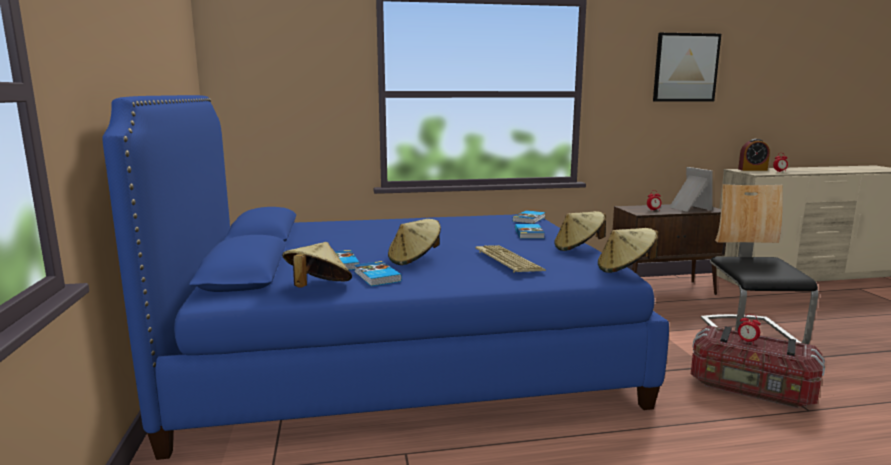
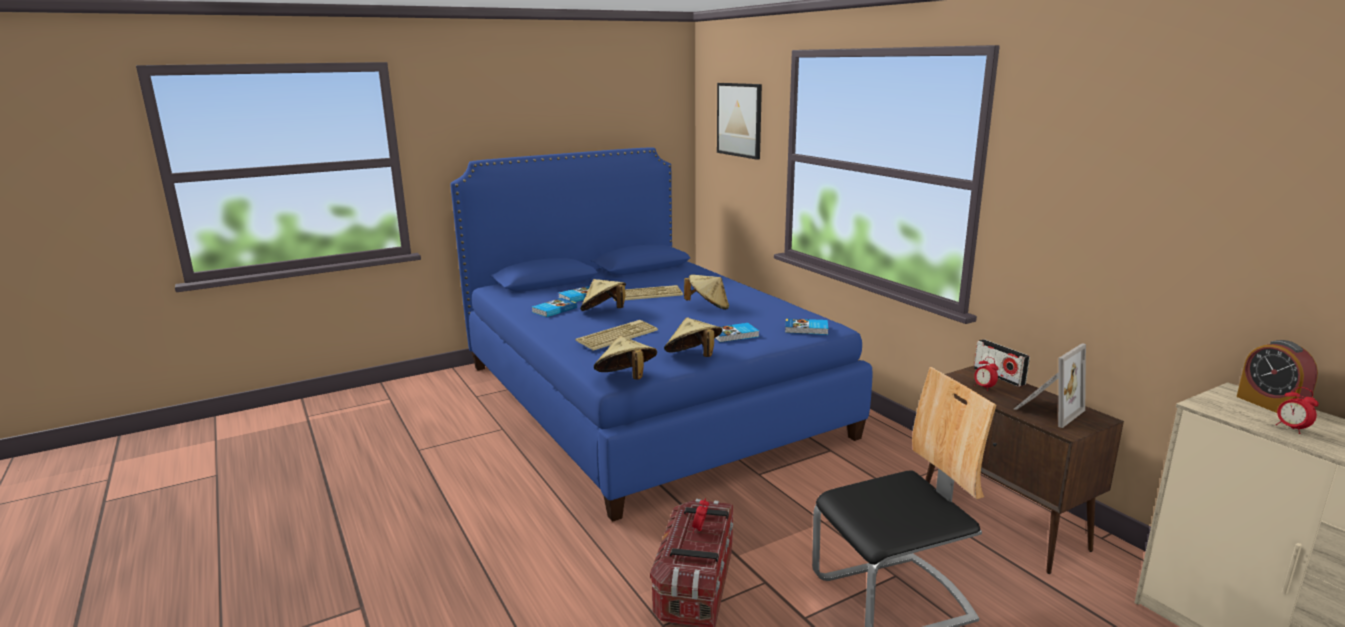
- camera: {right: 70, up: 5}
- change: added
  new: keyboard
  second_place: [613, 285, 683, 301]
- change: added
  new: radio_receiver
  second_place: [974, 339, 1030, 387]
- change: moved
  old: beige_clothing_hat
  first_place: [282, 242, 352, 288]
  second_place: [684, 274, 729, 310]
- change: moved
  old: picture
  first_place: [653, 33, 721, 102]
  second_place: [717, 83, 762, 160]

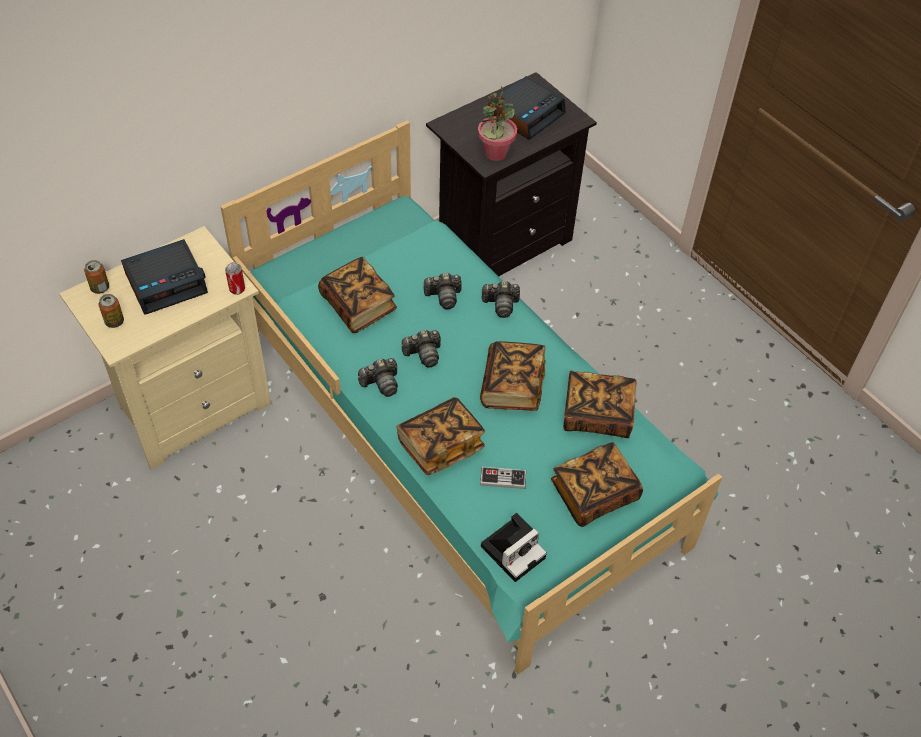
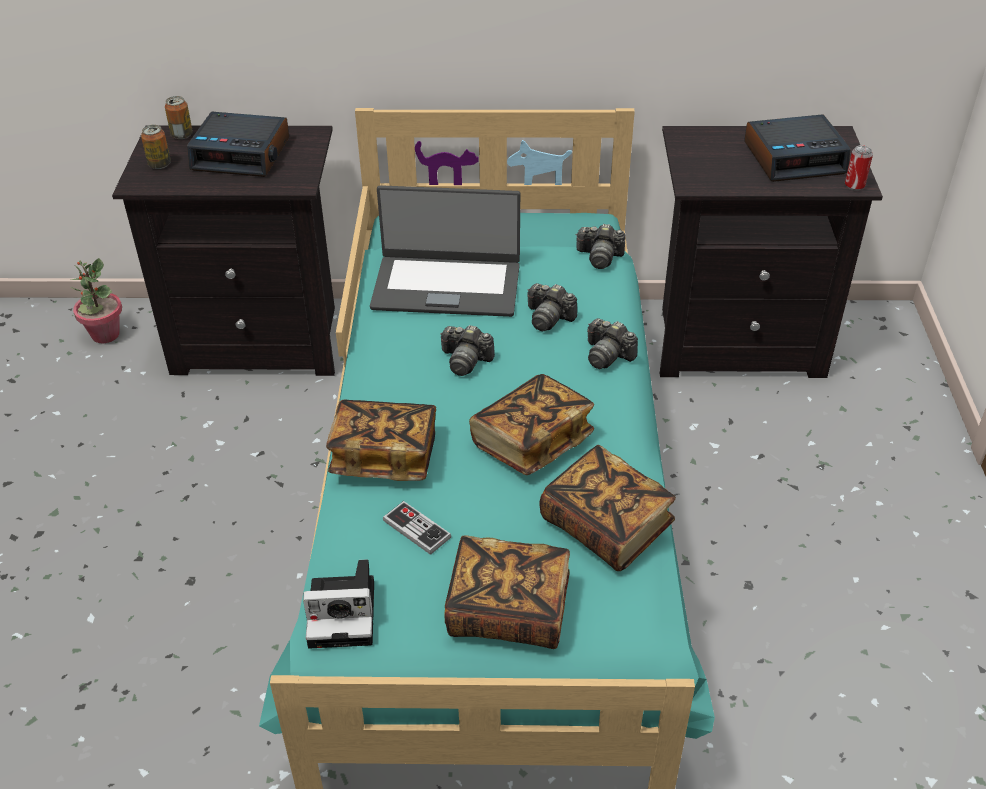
- camera: {right: 40, up: -10}
- change: moved
  old: metal_can
  first_place: [225, 262, 245, 295]
  second_place: [845, 145, 873, 191]
- change: moved
  old: still_camera
  first_place: [358, 358, 398, 397]
  second_place: [575, 224, 626, 269]
- change: moved
  old: potted_plant
  first_place: [478, 86, 517, 161]
  second_place: [71, 258, 122, 343]
- change: replaced
  old: book
  new: portable_computer
  first_place: [318, 257, 397, 333]
  second_place: [370, 185, 520, 317]
- change: recoloured
  old: beige_night_table
  new: blackish_night_table
  first_place: [59, 226, 271, 470]
  second_place: [112, 126, 335, 376]

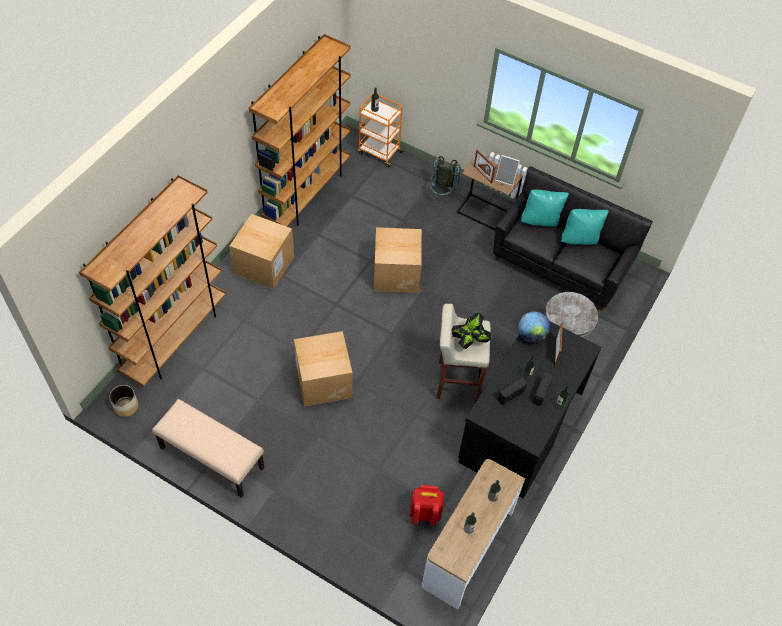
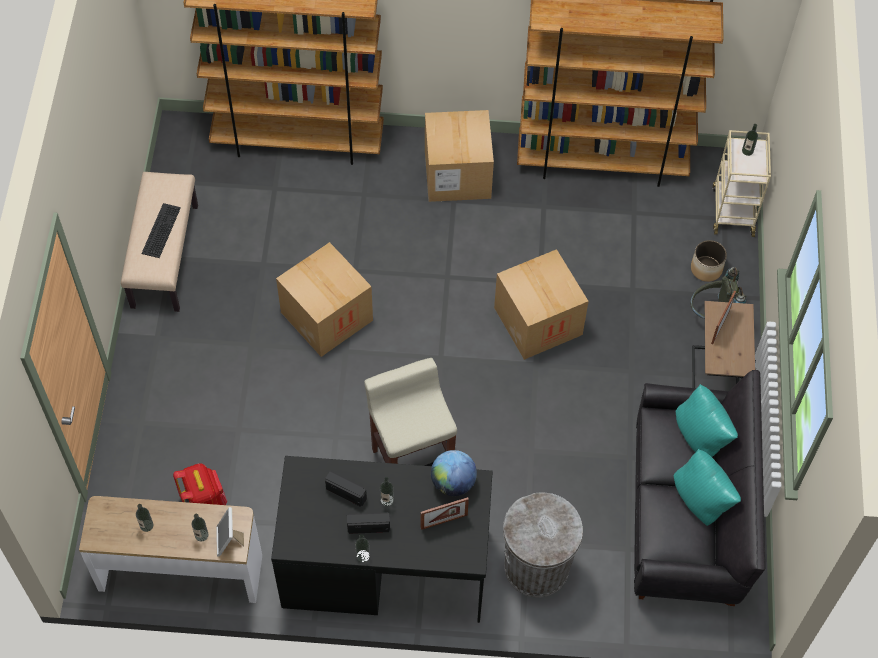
- camera: {right: 65, up: 5}
- change: removed
  old: potted_plant
  first_place: [452, 313, 491, 349]
- change: added
  new: keyboard
  second_place: [141, 203, 181, 258]
- change: moved
  old: planter
  first_place: [109, 385, 138, 417]
  second_place: [691, 240, 727, 282]
- change: moved
  old: standing_frame
  first_place: [495, 155, 520, 186]
  second_place: [216, 507, 244, 556]
- change: recoloured
  old: orange-coloured_cart
  new: beige_cart
  first_place: [358, 93, 404, 167]
  second_place: [713, 130, 771, 237]

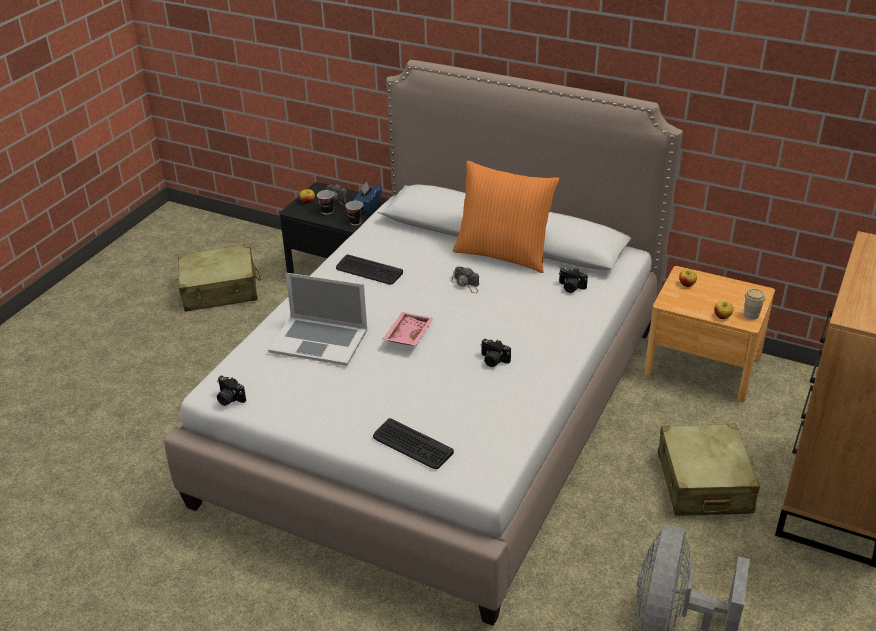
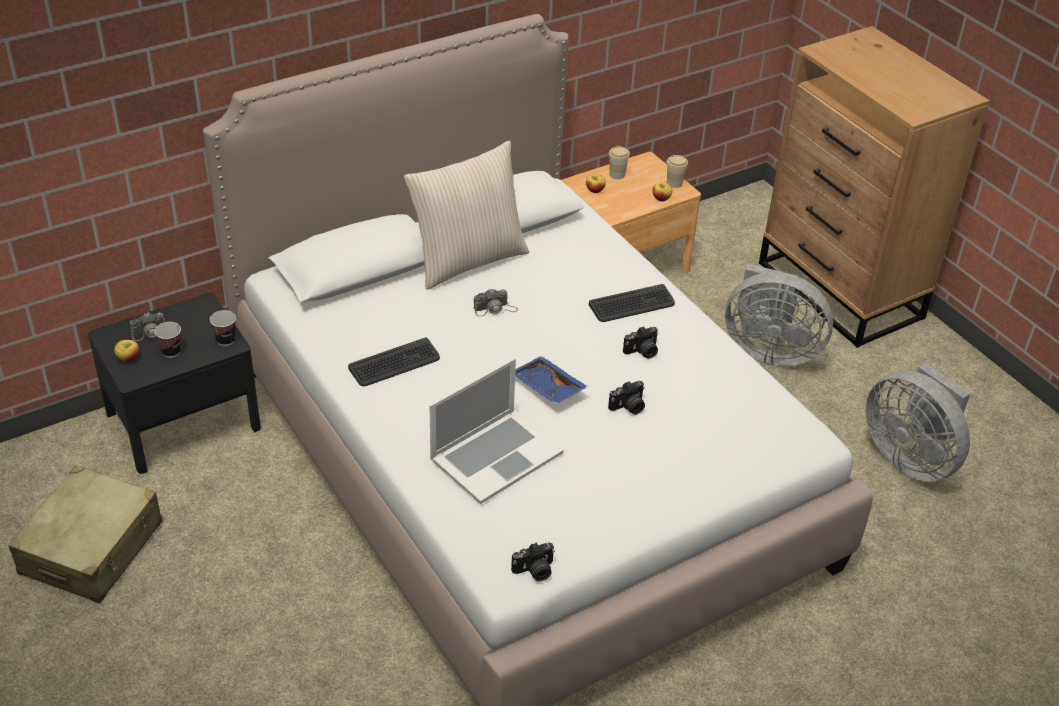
- camera: {right: -60, up: 5}
- change: removed
  old: blue_box_of_tissues
  first_place: [353, 182, 382, 213]
- change: added
  new: drinking_cup
  second_place: [609, 146, 630, 179]
- change: moved
  old: keyboard
  first_place: [373, 418, 454, 469]
  second_place: [589, 284, 675, 322]
- change: moved
  old: still_camera
  first_place: [559, 268, 588, 293]
  second_place: [608, 381, 645, 415]
- change: replaced
  old: beige_suitcase
  new: greyish_cooling_fan
  first_place: [658, 424, 760, 516]
  second_place: [725, 264, 833, 366]
- change: recoloured
  old: pink-coloured_serving_tray
  new: blue_serving_tray
  first_place: [383, 312, 434, 346]
  second_place: [515, 356, 588, 404]
- change: recoloured
  old: orange-coloured_cushion
  new: beige_cushion
  first_place: [453, 161, 559, 273]
  second_place: [404, 141, 529, 290]

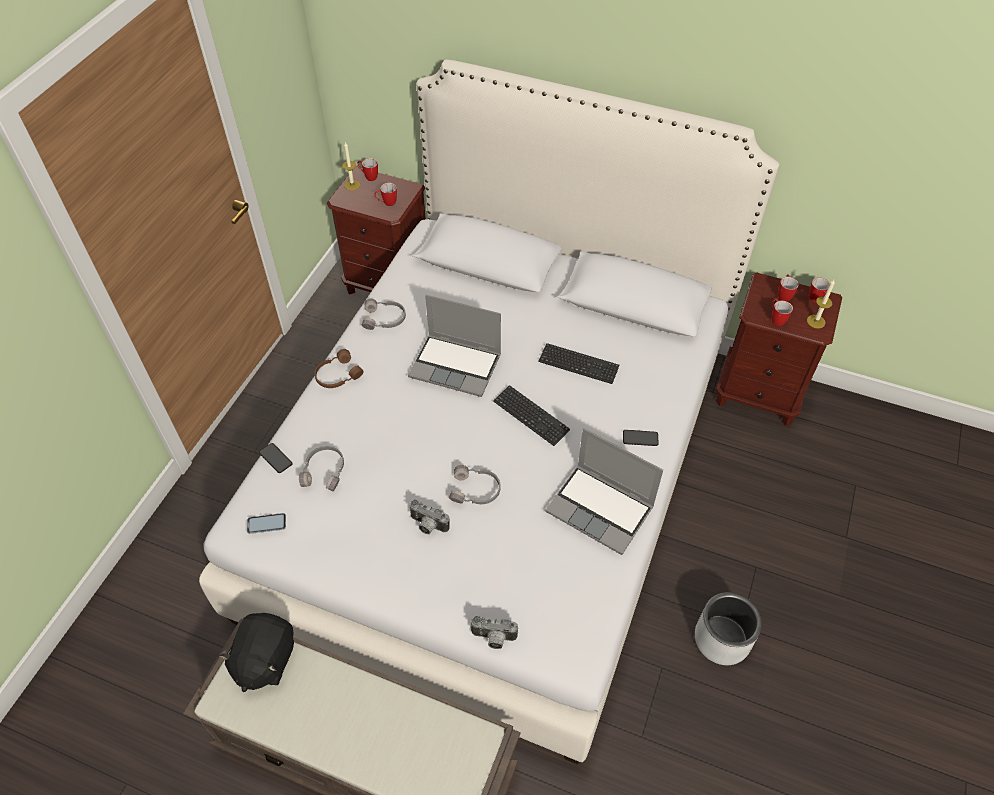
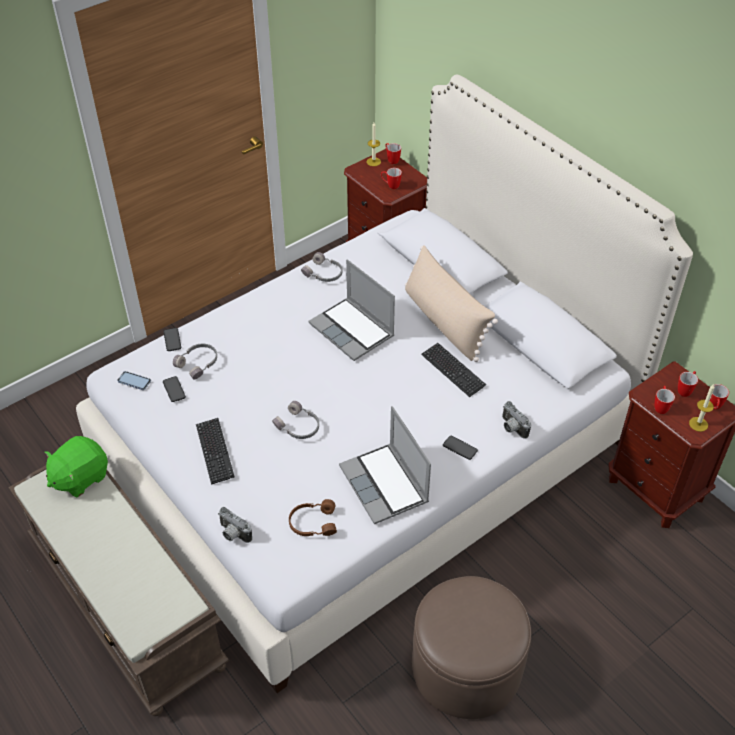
- camera: {right: 30, up: -5}
- change: added
  new: telephone
  second_place: [163, 376, 186, 402]
- change: added
  new: beige_cushion
  second_place: [405, 245, 498, 362]
- change: moved
  old: brownish_pair_of_headphones
  first_place: [314, 349, 364, 388]
  second_place: [289, 499, 337, 536]
- change: moved
  old: still_camera
  first_place: [409, 499, 449, 534]
  second_place: [502, 401, 531, 439]
- change: moved
  old: keyboard
  first_place: [493, 385, 570, 446]
  second_place: [196, 418, 235, 485]
- change: replaced
  old: greyish_planter
  new: brownish_footrest
  first_place: [695, 592, 762, 665]
  second_place: [412, 576, 531, 719]
- change: recoloured
  old: blackish_soft_toy
  new: green_soft_toy
  first_place: [219, 613, 294, 692]
  second_place: [44, 436, 108, 497]

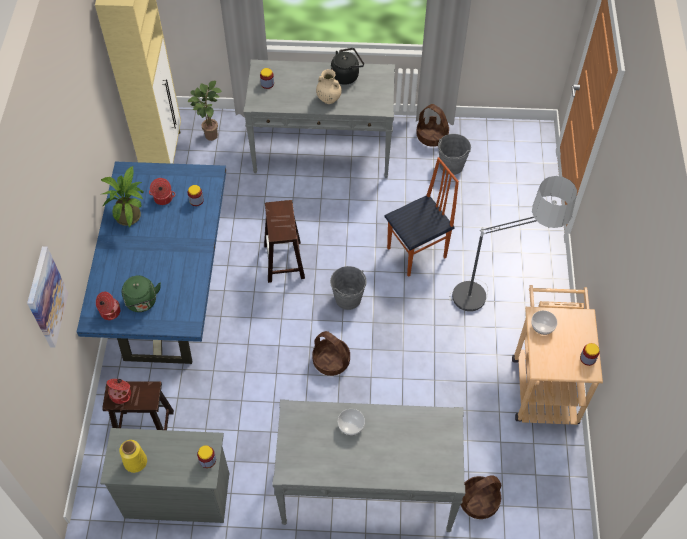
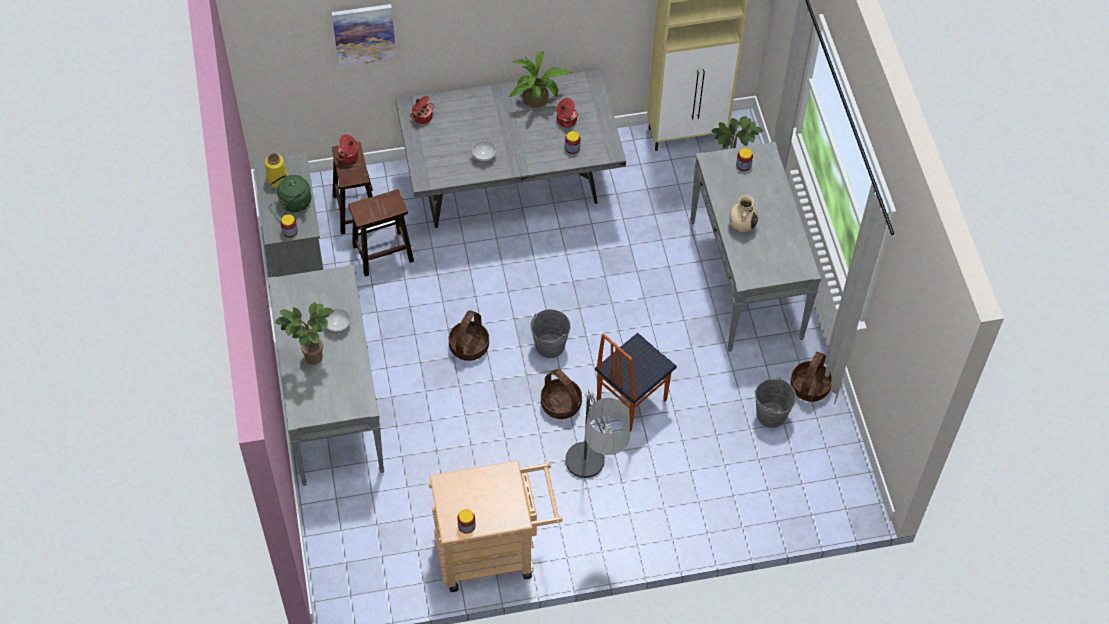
- camera: {right: 75, up: 0}
- change: removed
  old: blackish_water_kettle
  first_place: [331, 48, 364, 85]
- change: added
  new: potted_plant
  second_place: [275, 302, 334, 365]
- change: moved
  old: green_water_kettle
  first_place: [121, 275, 161, 312]
  second_place: [270, 174, 311, 212]
- change: moved
  old: brownish_stool
  first_place: [264, 200, 305, 283]
  second_place: [348, 189, 414, 276]
- change: moved
  old: household_basket
  first_place: [460, 475, 502, 519]
  second_place: [541, 369, 582, 419]
- change: moved
  old: deep_dish
  first_place: [531, 310, 557, 335]
  second_place: [472, 140, 496, 163]
- change: recoloured
  old: blue_kitchen_table
  new: greyish_kitchen_table
  first_place: [77, 162, 226, 364]
  second_place: [396, 69, 626, 228]
- change: turned
  old: plain_chair
  first_place: [384, 157, 459, 277]
  second_place: [595, 333, 677, 432]
  degrees: 90

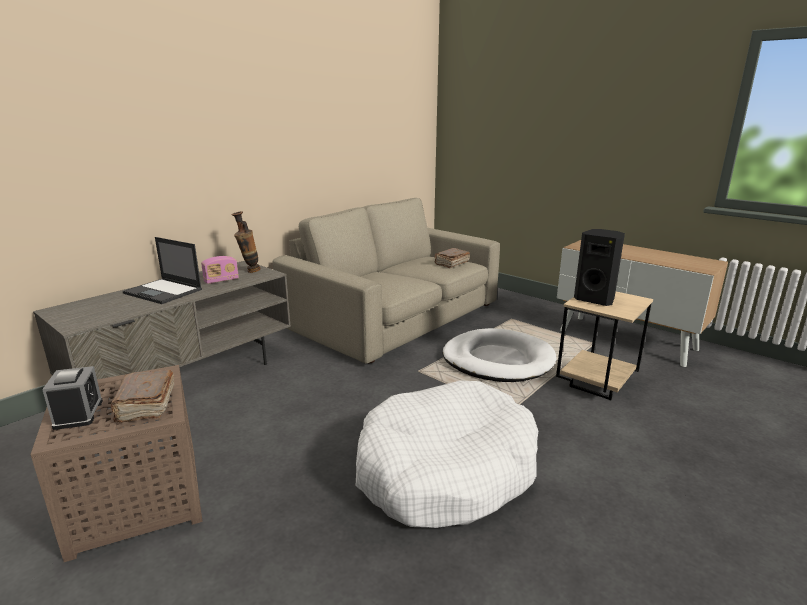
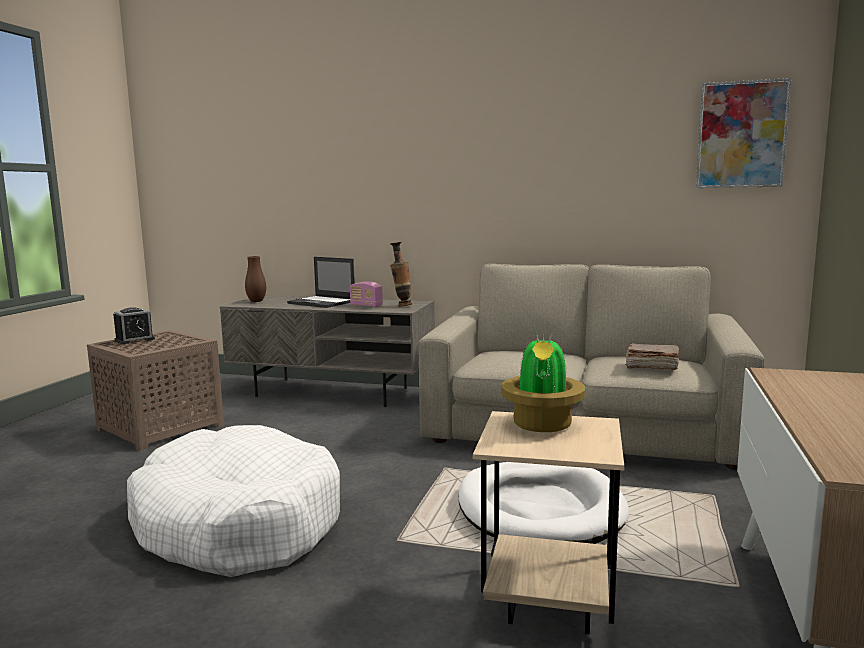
- camera: {right: 65, up: -10}
- change: removed
  old: brownish_book
  first_place: [111, 370, 174, 422]
- change: added
  new: brownish_vase
  second_place: [245, 256, 266, 302]
- change: added
  new: picture
  second_place: [696, 78, 791, 188]
- change: replaced
  old: blackish_speaker
  new: potted_plant
  first_place: [574, 229, 625, 306]
  second_place: [501, 332, 586, 432]
- change: turned
  old: portable_computer
  first_place: [123, 237, 202, 304]
  second_place: [287, 257, 355, 308]
  degrees: -60

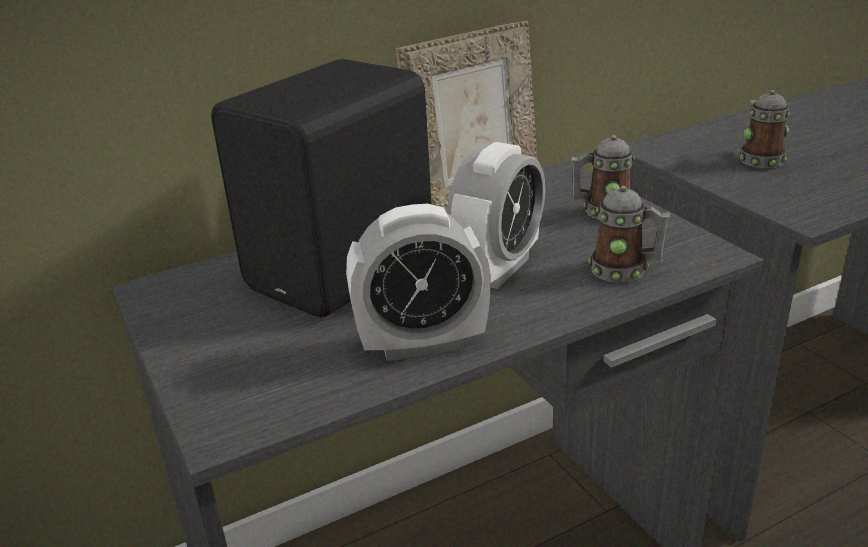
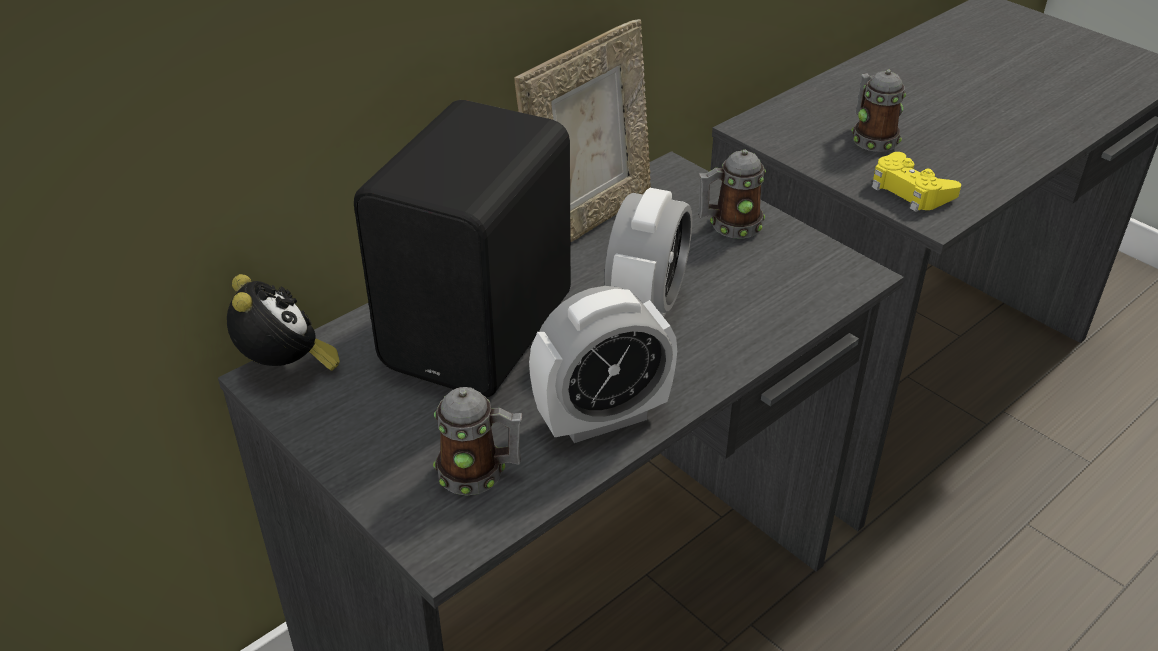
- camera: {right: -15, up: 10}
- change: added
  new: bedside_clock
  second_place: [227, 274, 340, 371]
- change: added
  new: yellowish_joypad
  second_place: [871, 152, 961, 212]
- change: moved
  old: mug
  first_place: [588, 186, 670, 282]
  second_place: [433, 387, 522, 496]

